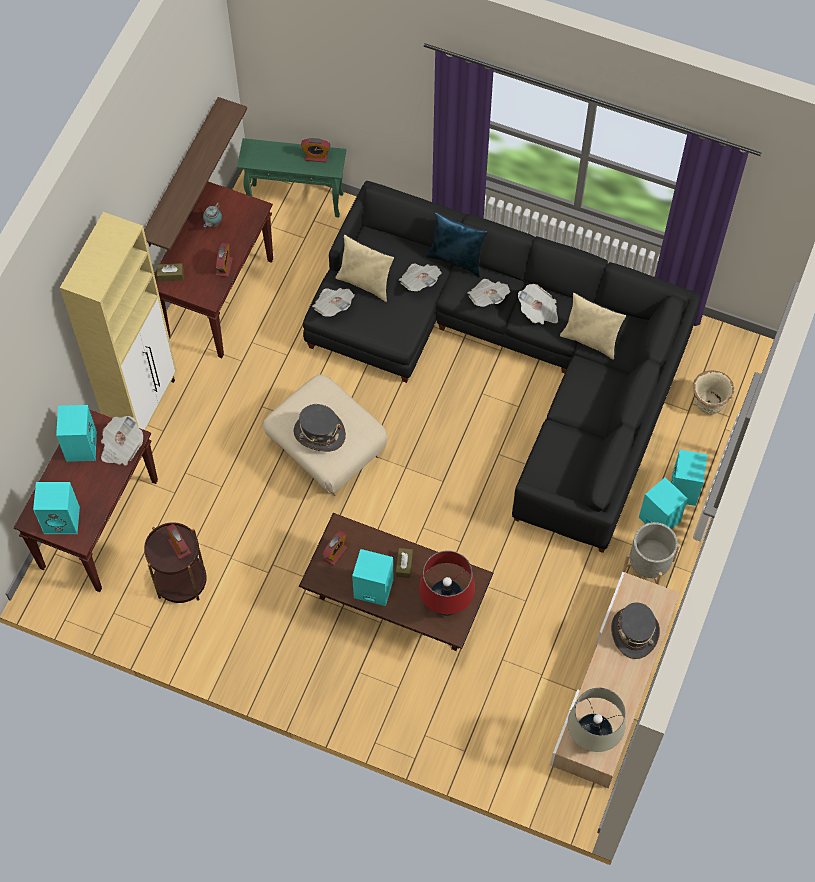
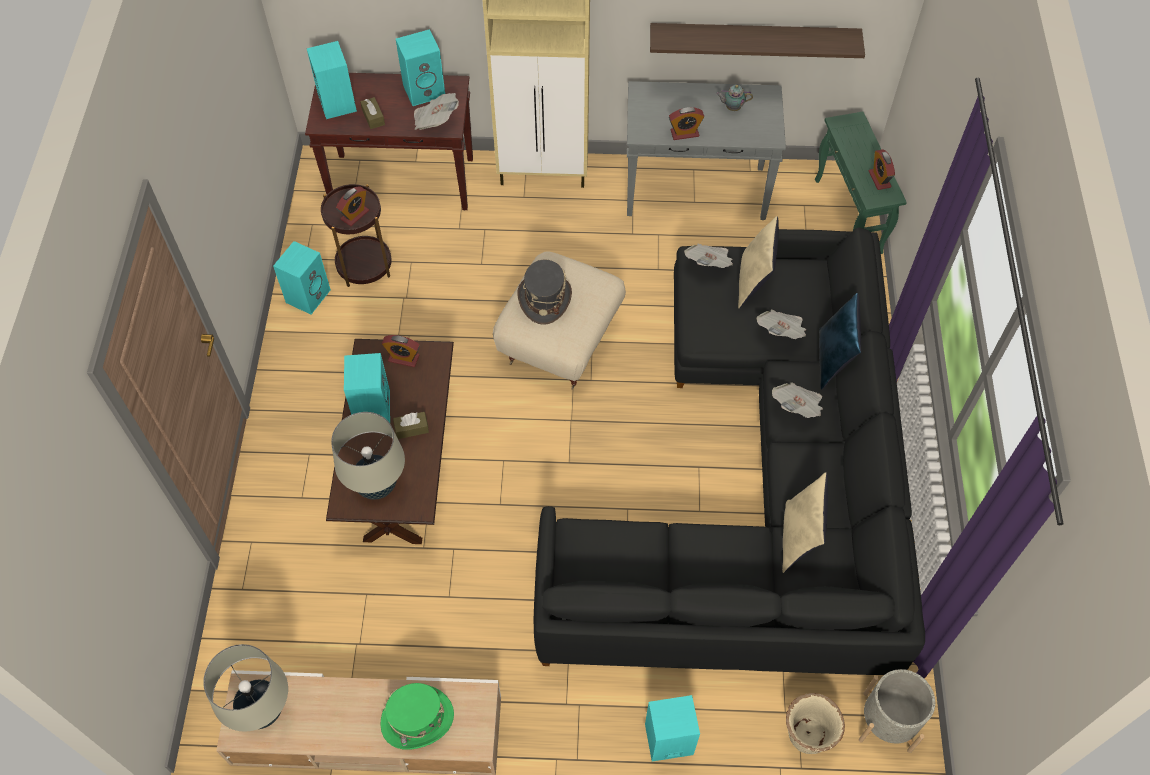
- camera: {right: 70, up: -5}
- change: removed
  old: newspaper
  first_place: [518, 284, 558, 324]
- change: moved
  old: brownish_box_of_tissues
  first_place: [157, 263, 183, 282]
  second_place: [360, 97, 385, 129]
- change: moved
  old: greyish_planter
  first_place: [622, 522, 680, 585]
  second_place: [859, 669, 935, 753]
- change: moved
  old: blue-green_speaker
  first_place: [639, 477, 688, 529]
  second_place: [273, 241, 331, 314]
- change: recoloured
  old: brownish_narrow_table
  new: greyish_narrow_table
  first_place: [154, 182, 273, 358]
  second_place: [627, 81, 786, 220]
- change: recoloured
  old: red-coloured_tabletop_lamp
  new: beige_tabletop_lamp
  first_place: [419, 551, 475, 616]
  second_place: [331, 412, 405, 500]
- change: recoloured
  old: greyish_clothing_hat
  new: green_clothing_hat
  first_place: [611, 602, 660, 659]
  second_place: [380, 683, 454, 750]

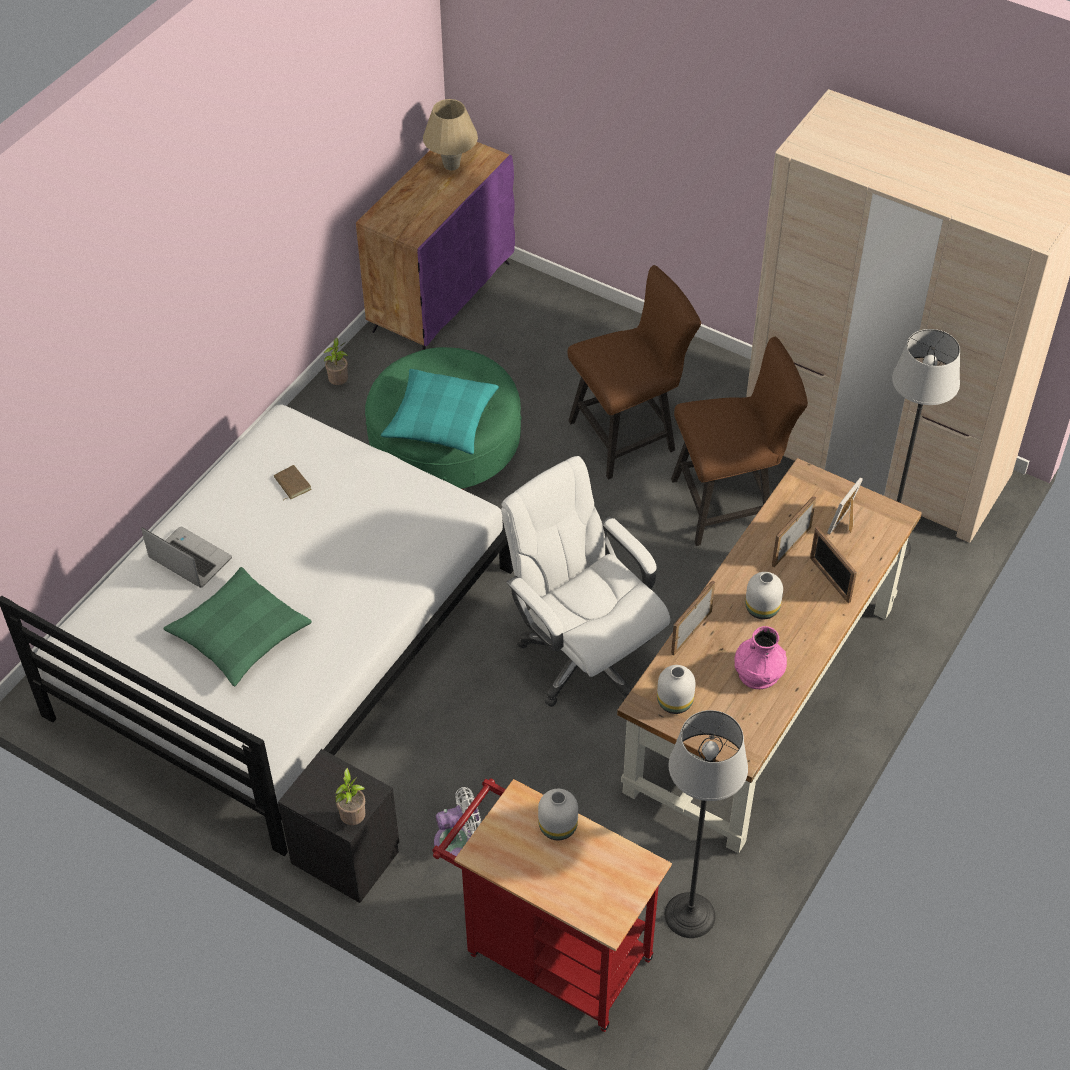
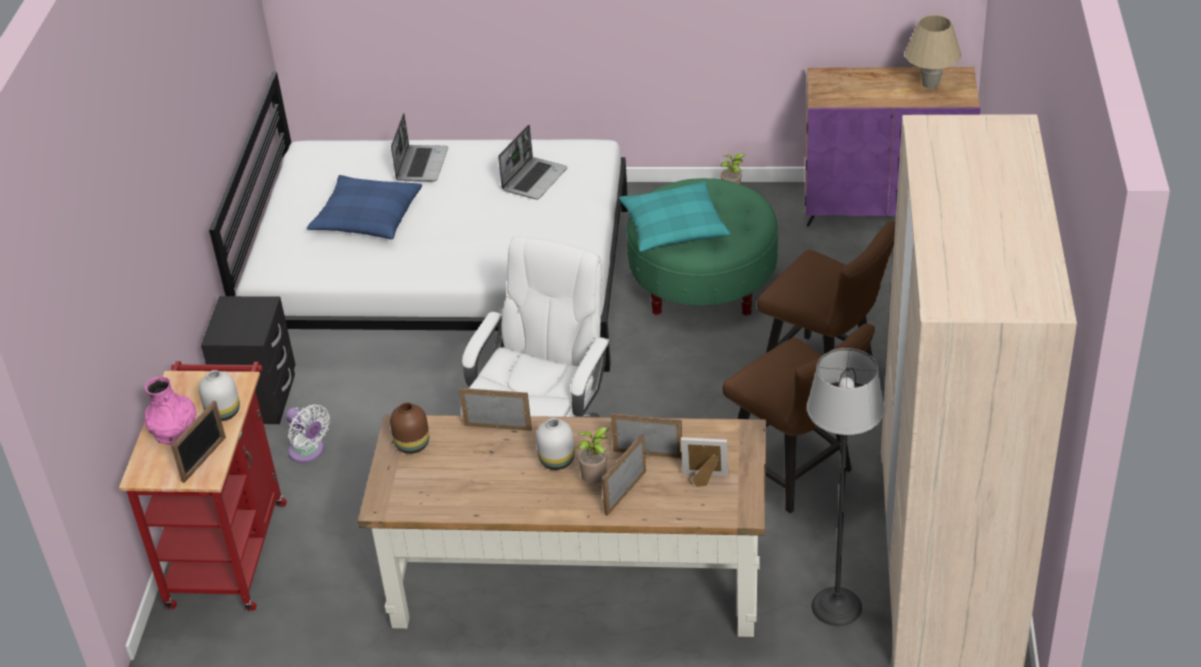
- camera: {right: 65, up: -10}
- change: removed
  old: floor_lamp
  first_place: [665, 710, 748, 938]
- change: added
  new: standing_frame
  second_place: [171, 400, 226, 483]
- change: moved
  old: potted_plant
  first_place: [335, 768, 365, 825]
  second_place: [577, 427, 609, 484]
- change: moved
  old: pink-coloured_vase
  first_place: [734, 626, 787, 689]
  second_place: [144, 376, 196, 445]
- change: replaced
  old: brownish_book
  new: portable_computer
  first_place: [274, 465, 312, 500]
  second_place: [498, 125, 568, 200]
- change: recoloured
  old: green_cushion
  new: blue_cushion
  first_place: [163, 567, 312, 686]
  second_place: [307, 175, 422, 239]
- change: recoloured
  old: whitish_vase
  new: brownish_vase
  first_place: [657, 665, 696, 714]
  second_place: [390, 402, 429, 454]

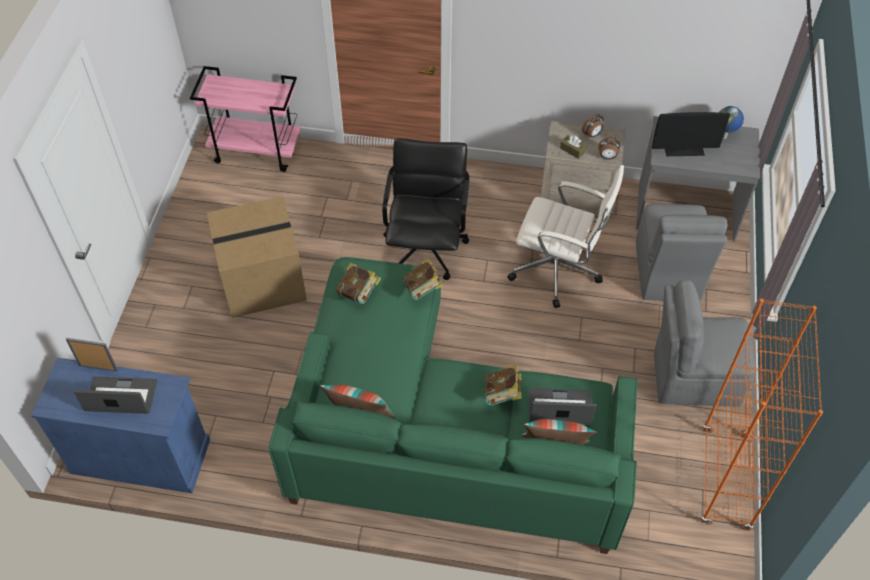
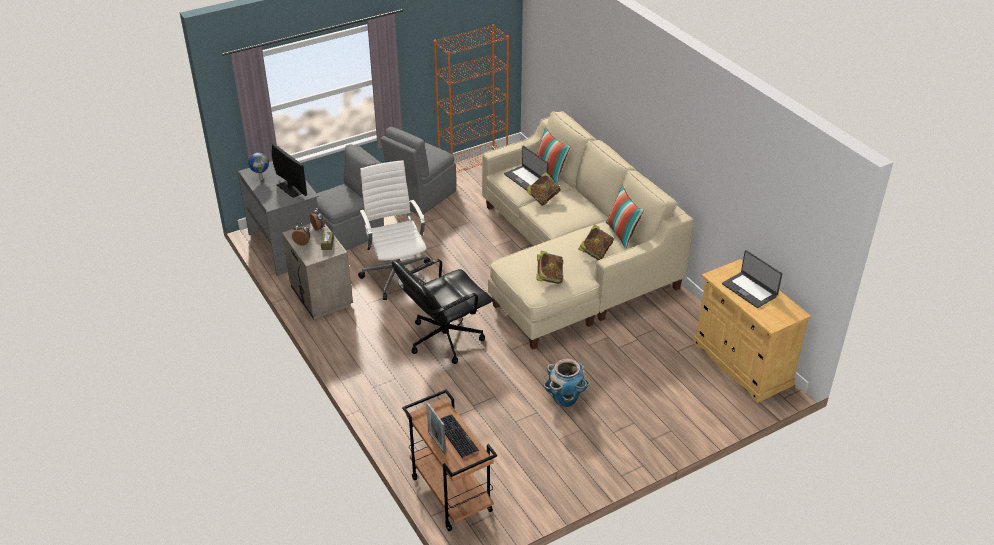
- camera: {right: -130, up: -15}
- change: added
  new: keyboard
  second_place: [440, 415, 479, 458]
- change: moved
  old: standing_frame
  first_place: [66, 338, 118, 371]
  second_place: [427, 403, 446, 454]
- change: moved
  old: book
  first_place: [403, 258, 443, 300]
  second_place: [578, 224, 614, 260]
- change: replaced
  old: packing_box
  new: planter
  first_place: [207, 196, 307, 318]
  second_place: [543, 359, 589, 407]
- change: recoloured
  old: blue_cabinet
  new: beige_cabinet
  first_place: [31, 358, 210, 493]
  second_place: [693, 259, 811, 403]
- change: recoloured
  old: pink-coloured_cart
  new: brownish_cart
  first_place: [190, 66, 301, 172]
  second_place: [402, 389, 497, 531]
- change: recoloured
  old: green_couch
  new: beige_couch
  first_place: [269, 257, 638, 554]
  second_place: [482, 111, 694, 350]
- change: turned
  old: greyish_plain_chair
  first_place: [654, 280, 755, 407]
  second_place: [381, 127, 456, 214]
  degrees: 75

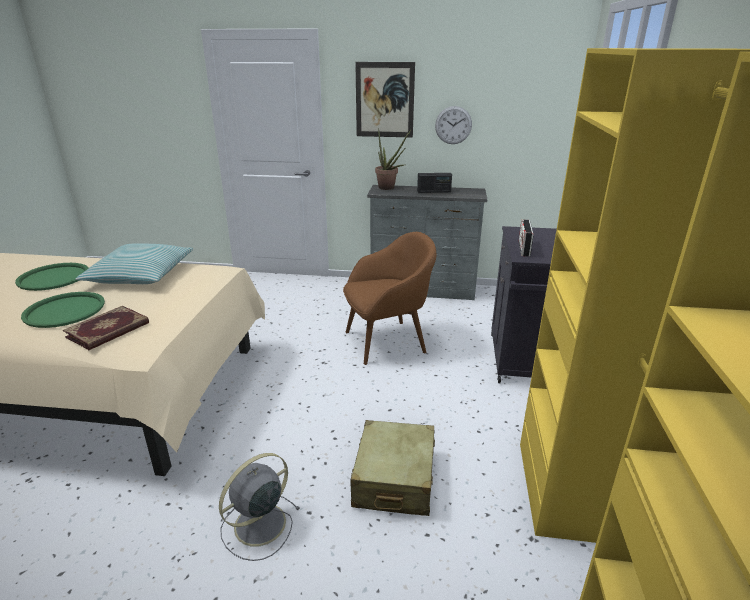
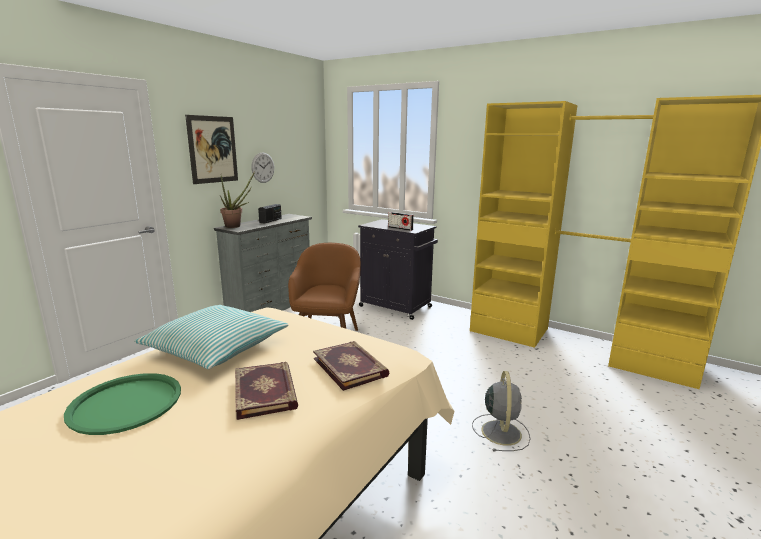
- camera: {right: -65, up: -10}
- change: removed
  old: beige_suitcase
  first_place: [350, 420, 435, 516]
- change: replaced
  old: green_serving_tray
  new: book
  first_place: [21, 292, 105, 328]
  second_place: [235, 362, 298, 420]
- change: turned
  old: greyish_cooling_fan
  first_place: [219, 453, 300, 561]
  second_place: [472, 371, 530, 452]
  degrees: -150

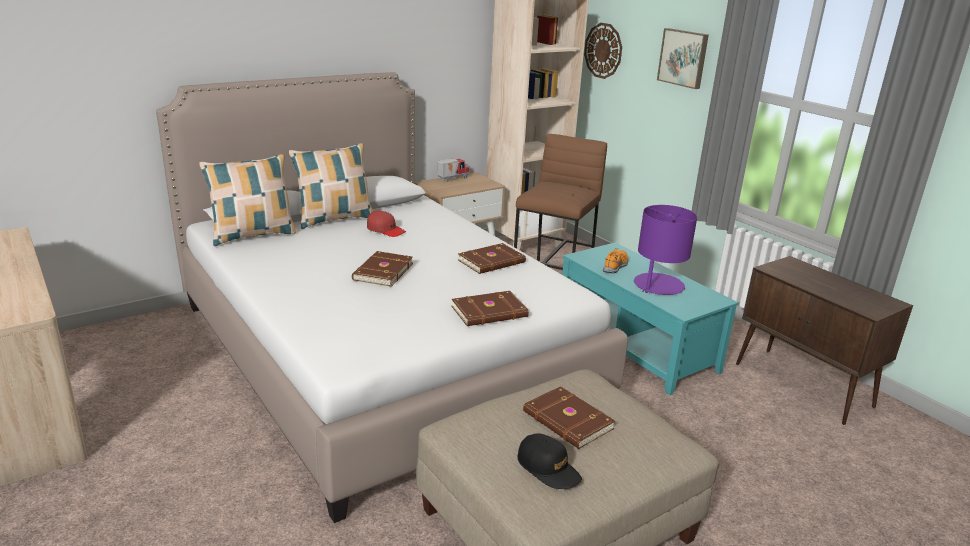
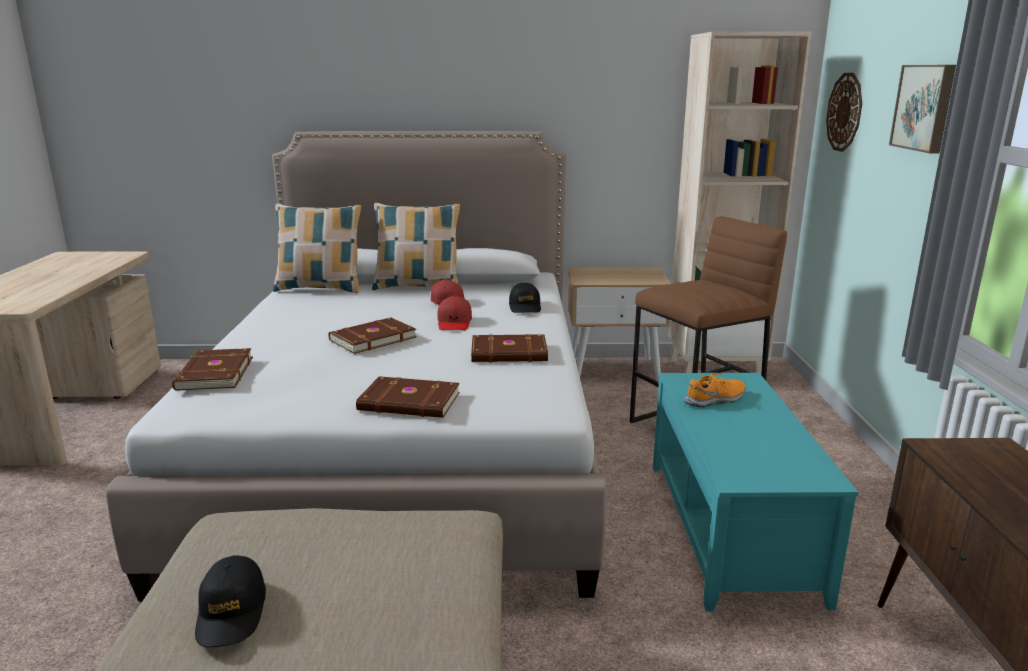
- camera: {right: 35, up: -5}
- change: removed
  old: model_truck
  first_place: [437, 158, 469, 182]
- change: removed
  old: purple-coloured_tabletop_lamp
  first_place: [634, 205, 697, 295]
- change: added
  new: red-coloured_cap
  second_place: [438, 295, 472, 330]
- change: added
  new: blackish_cap
  second_place: [509, 282, 541, 313]
- change: moved
  old: brownish_book
  first_place: [523, 386, 615, 449]
  second_place: [172, 348, 253, 391]

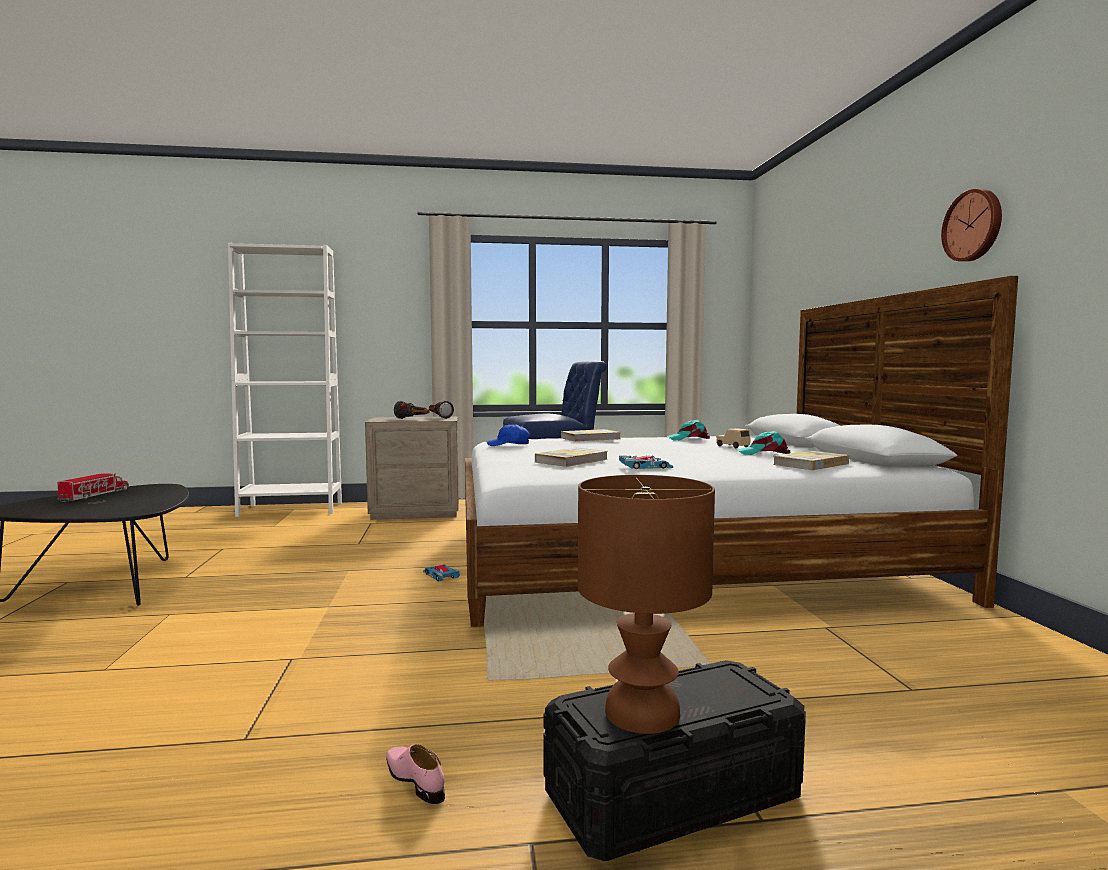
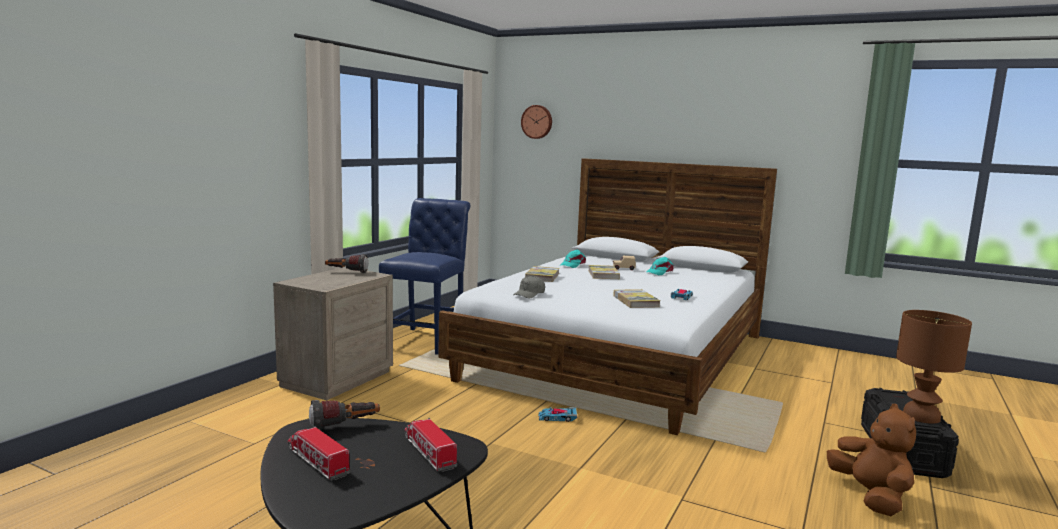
- camera: {right: -55, up: 5}
- change: removed
  old: whitish_shelving_unit
  first_place: [228, 242, 342, 517]
- change: added
  new: model_truck
  second_place: [404, 418, 457, 472]
- change: moved
  old: hand_torch
  first_place: [394, 401, 430, 419]
  second_place: [309, 400, 380, 430]
- change: moved
  old: book
  first_place: [773, 451, 849, 470]
  second_place: [588, 265, 620, 279]
- change: moved
  old: wall_clock
  first_place: [941, 189, 1002, 262]
  second_place: [521, 105, 552, 139]
- change: replaced
  old: pink-coloured_item_of_footwear
  new: brownish_soft_toy
  first_place: [386, 744, 445, 804]
  second_place: [827, 404, 916, 516]
- change: recoloured
  old: blue_cap
  new: greyish_cap
  first_place: [486, 424, 530, 446]
  second_place: [513, 276, 545, 298]

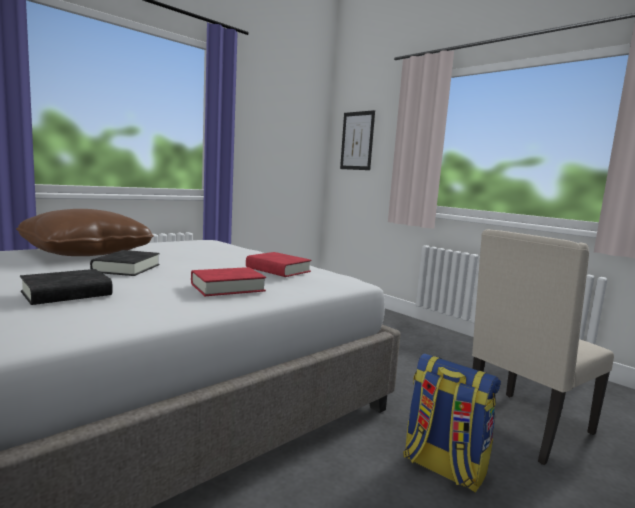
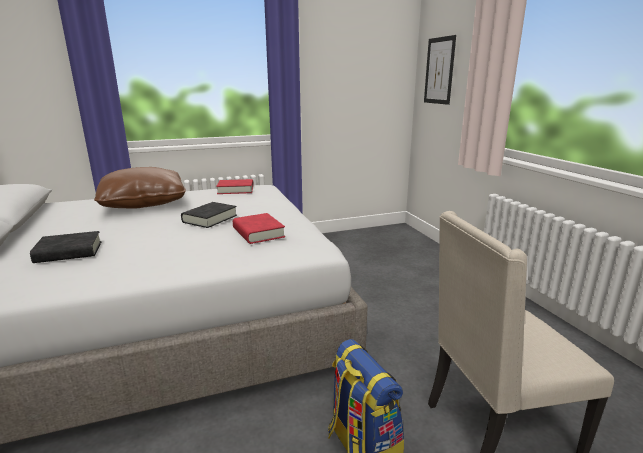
- camera: {right: 25, up: 10}
- change: moved
  old: blackish_book
  first_place: [90, 250, 160, 276]
  second_place: [181, 202, 237, 228]
- change: moved
  old: red-coloured_book
  first_place: [191, 267, 266, 296]
  second_place: [216, 179, 253, 194]

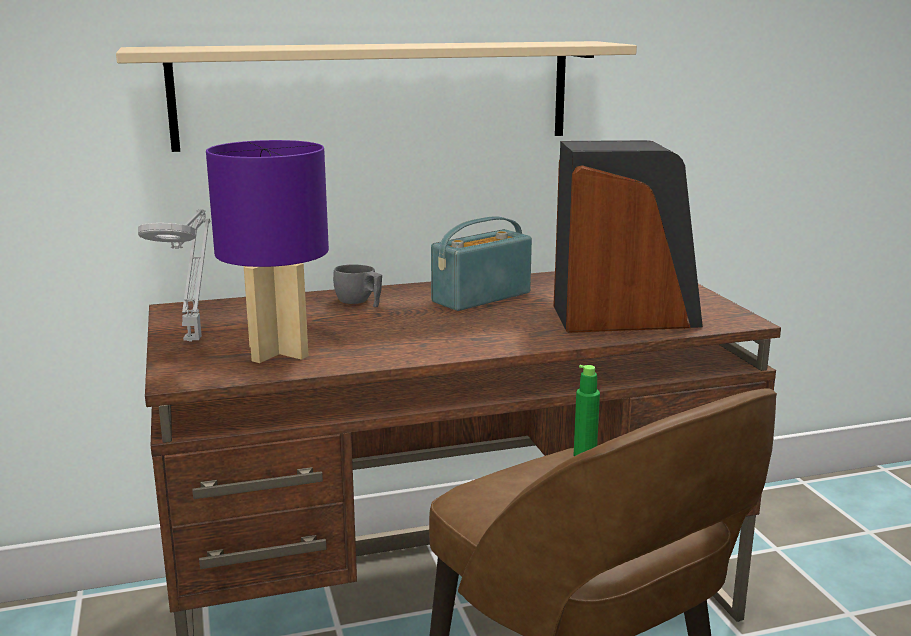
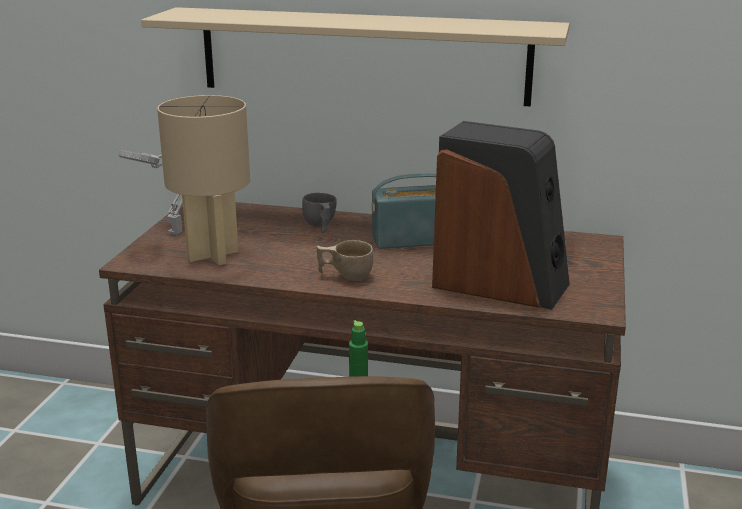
- camera: {right: 30, up: 5}
- change: added
  new: beige_drinking_cup
  second_place: [317, 240, 373, 281]
- change: recoloured
  old: purple-coloured_tabletop_lamp
  new: beige_tabletop_lamp
  first_place: [206, 140, 329, 363]
  second_place: [157, 95, 250, 265]

